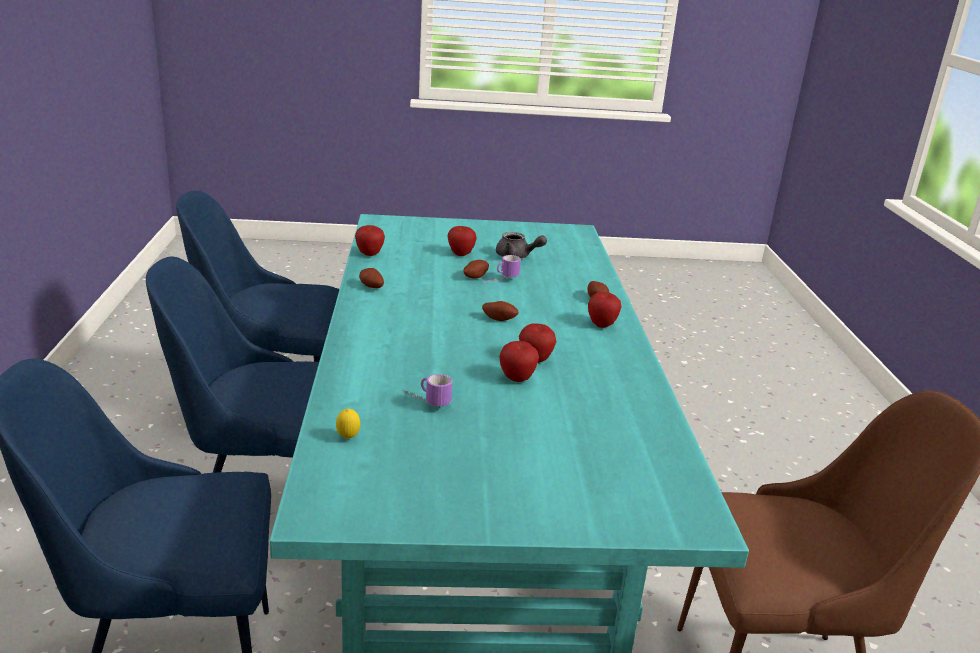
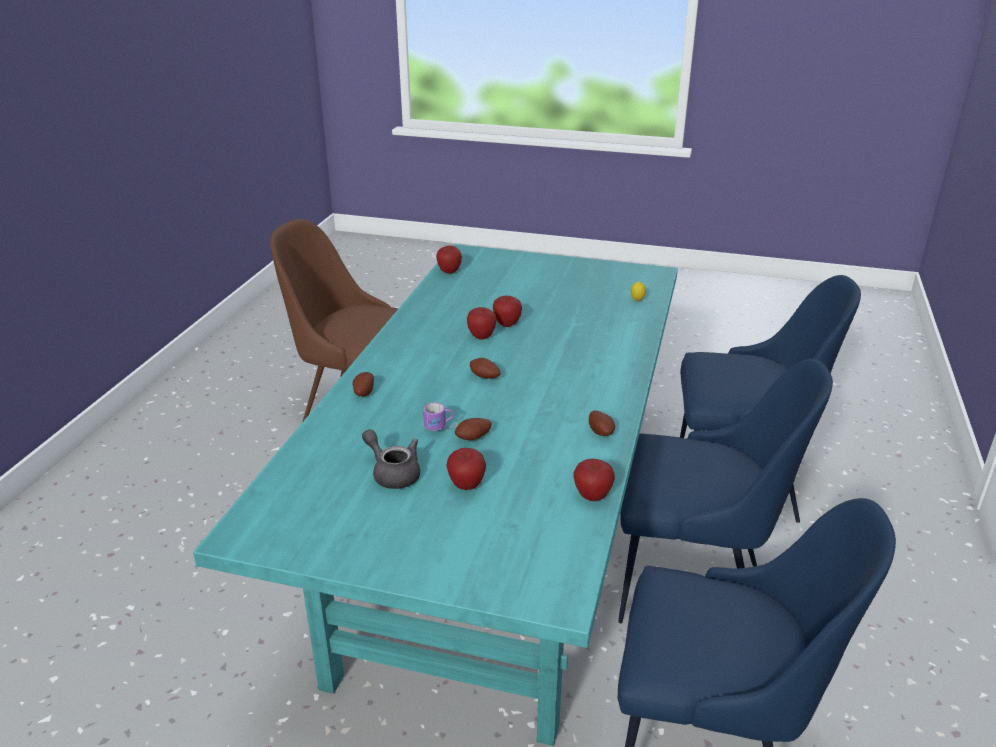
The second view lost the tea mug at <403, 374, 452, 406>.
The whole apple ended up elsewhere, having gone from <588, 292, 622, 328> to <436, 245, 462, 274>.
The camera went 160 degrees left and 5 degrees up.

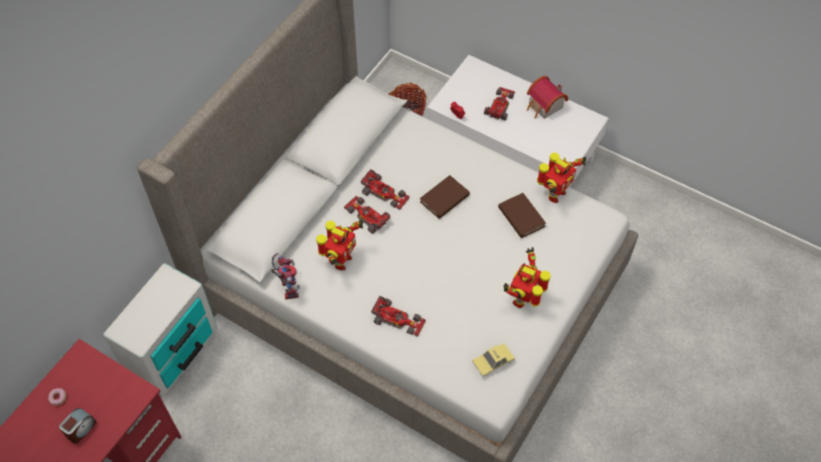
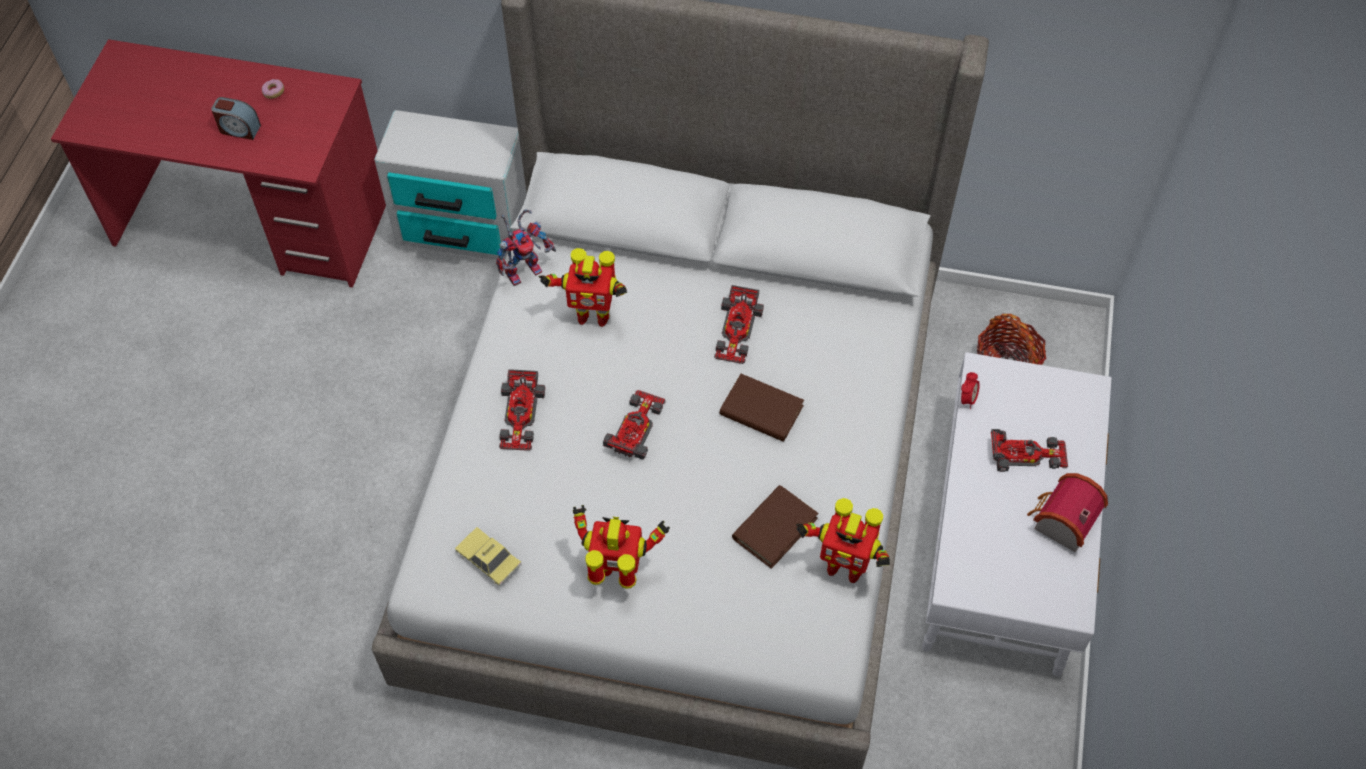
The toy car ended up elsewhere, having gone from <344, 196, 390, 234> to <603, 390, 666, 460>.
The camera went 70 degrees right and 0 degrees up.

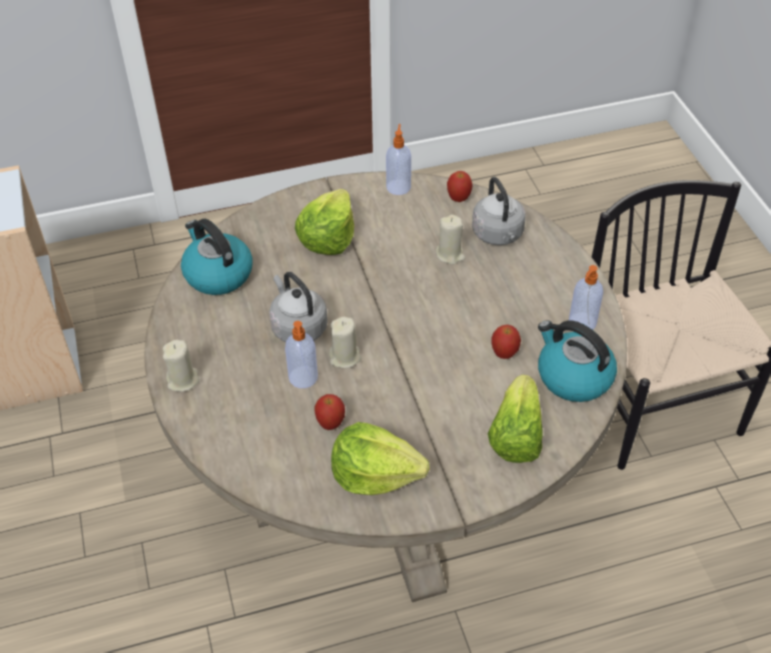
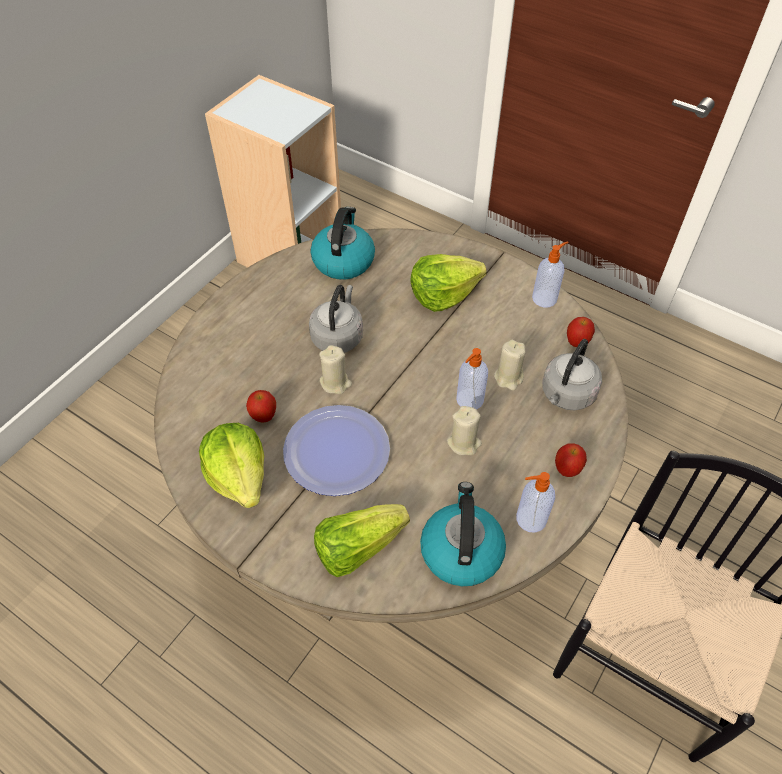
The wax light/beige ended up elsewhere, having gone from <163, 340, 200, 392> to <447, 406, 482, 455>.
The liquid soap bottle ended up elsewhere, having gone from <285, 321, 318, 388> to <456, 348, 488, 409>.
The whole apple ended up elsewhere, having gone from <492, 325, 521, 359> to <555, 443, 587, 477>.
The second view gained the plate at <283, 405, 390, 496>.
The camera went 50 degrees right and 5 degrees up.

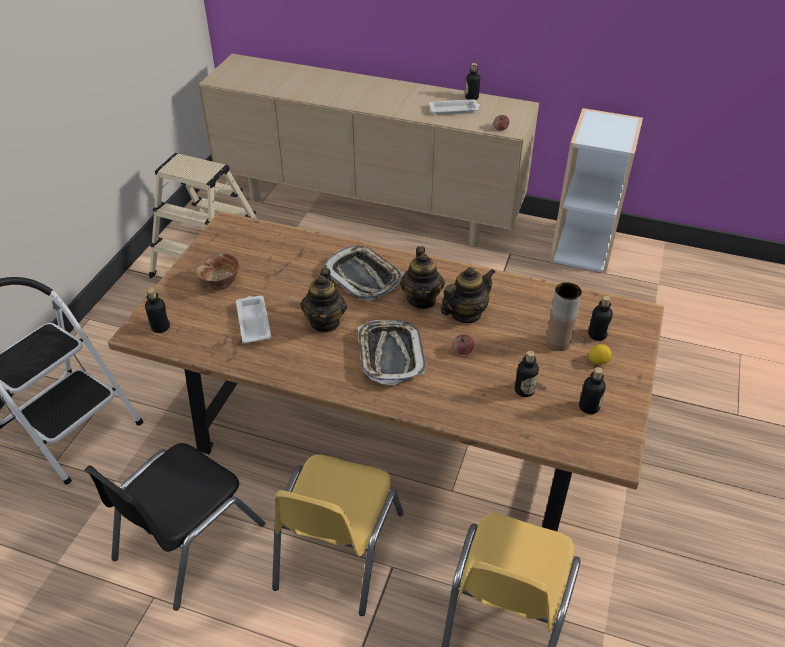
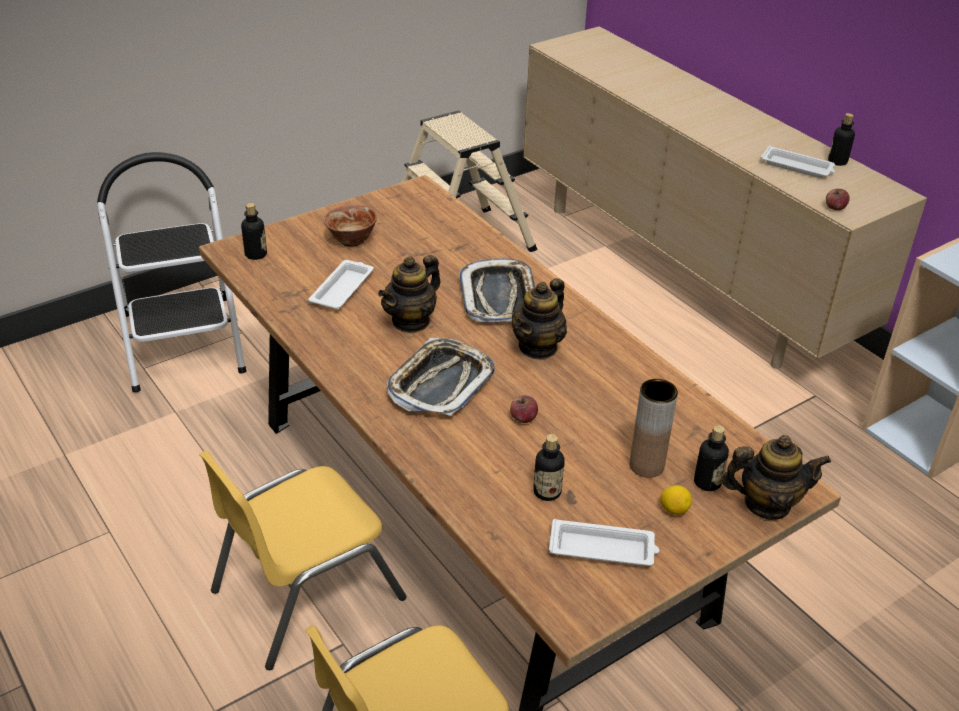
The second view lost the upright chair/black at <84, 443, 265, 611>.
The tea pot ended up elsewhere, having gone from <440, 267, 495, 323> to <721, 435, 831, 520>.
Where the beverage bottle stood at <579, 367, 606, 414>, the carrying tray/whitish came to stand at <549, 519, 659, 566>.
The camera went 35 degrees right and 5 degrees down.

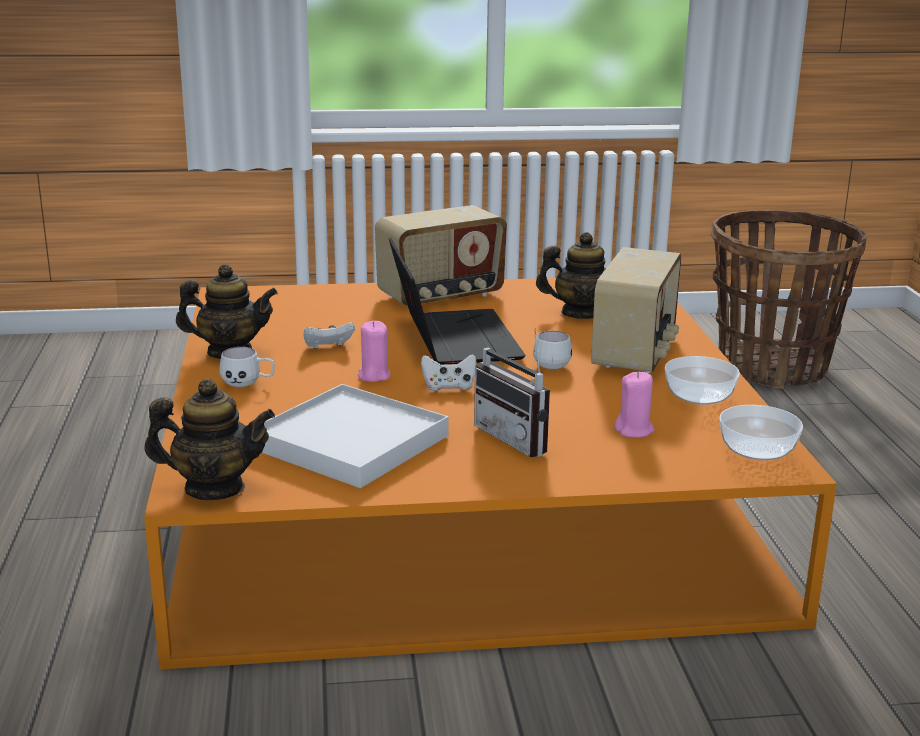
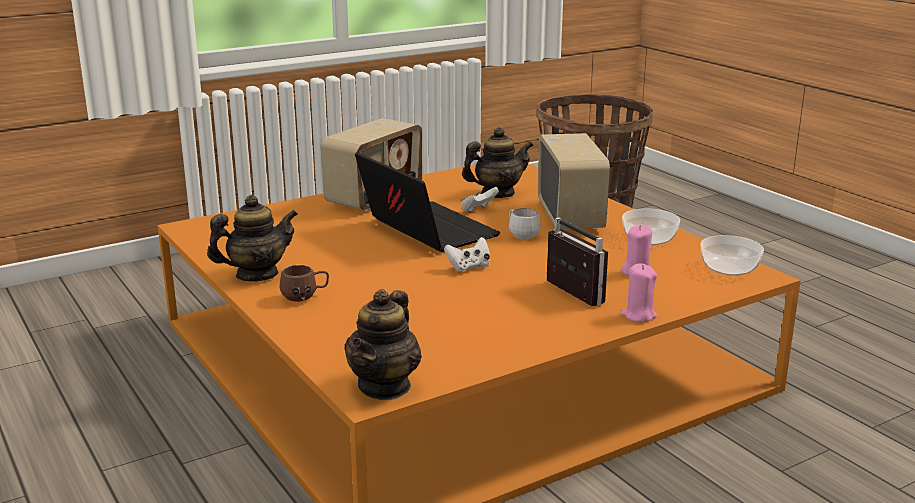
The tea pot at <144, 379, 275, 500> ended up facing another way, 135 degrees clockwise from before.
What was the tea mug/whitish at <219, 347, 275, 387> turned into the tea mug/brown at <279, 265, 329, 302>.
The second view lost the carrying tray/whitish at <262, 384, 449, 488>.
The gamepad/whitish ended up elsewhere, having gone from <304, 322, 355, 349> to <461, 187, 499, 212>.
The wax light/pink ended up elsewhere, having gone from <358, 321, 391, 382> to <621, 263, 657, 322>.
The radio at <474, 329, 550, 457> ended up facing another way, 150 degrees counterclockwise from before.
The camera went 25 degrees left and 0 degrees up.

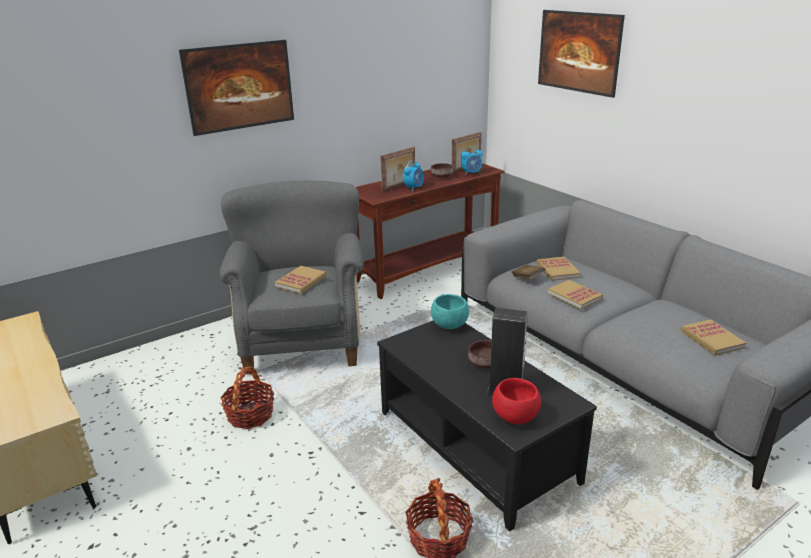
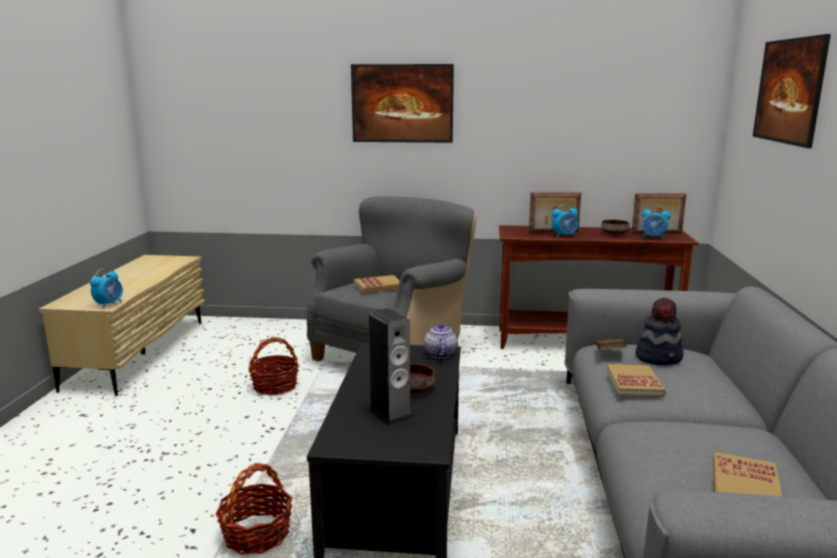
Where the deep dish/turquoise stood at <431, 294, 469, 329>, the tea pot came to stand at <424, 323, 458, 358>.
The second view lost the deep dish/red at <492, 378, 541, 424>.
Where the bound book stood at <537, 257, 580, 281>, the wearable hat came to stand at <635, 297, 684, 366>.
The second view gained the alarm clock at <90, 269, 123, 309>.
The camera went 40 degrees right and 10 degrees down.

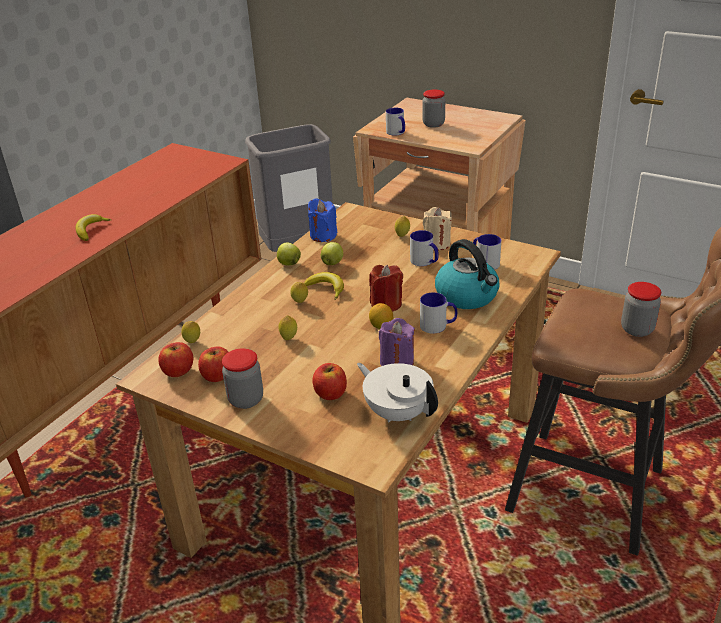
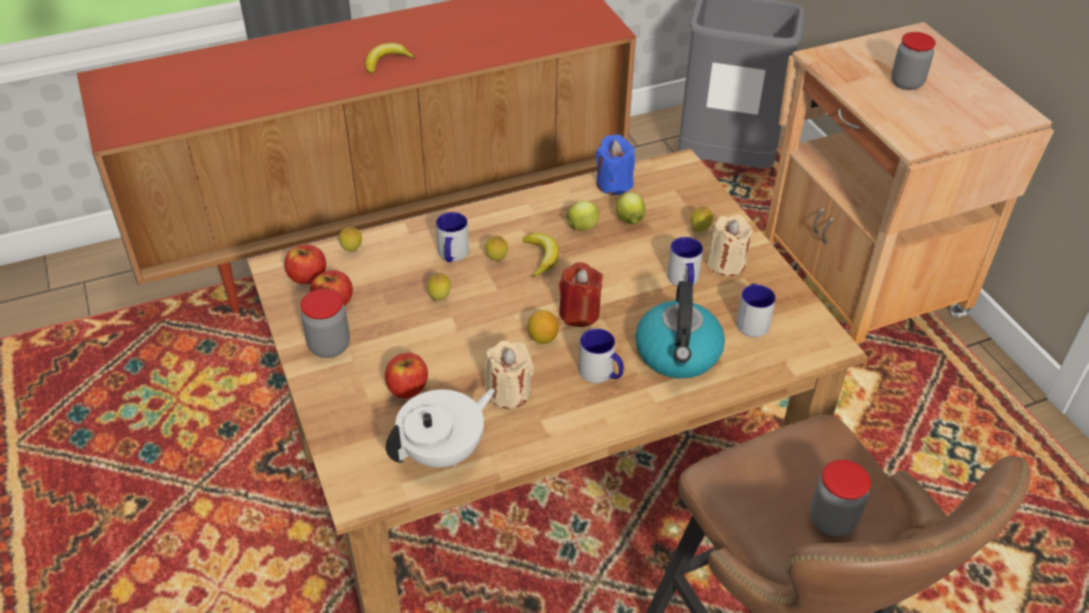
The whole apple ended up elsewhere, having gone from <277, 242, 301, 265> to <616, 192, 646, 224>.
The tea pot/whitish at <357, 363, 438, 422> ended up facing another way, 60 degrees clockwise from before.
What was the wax light/purple-coloured at <379, 318, 415, 366> turned into the wax light/beige at <485, 340, 534, 408>.
The tea mug ended up elsewhere, having gone from <386, 108, 405, 136> to <436, 212, 469, 262>.
The camera went 35 degrees right and 10 degrees up.

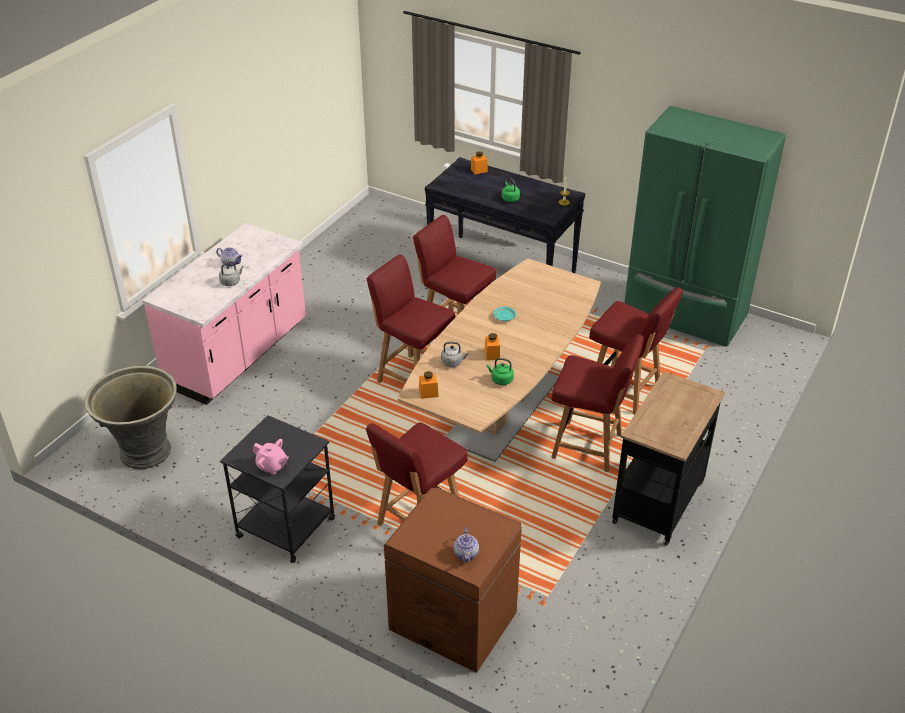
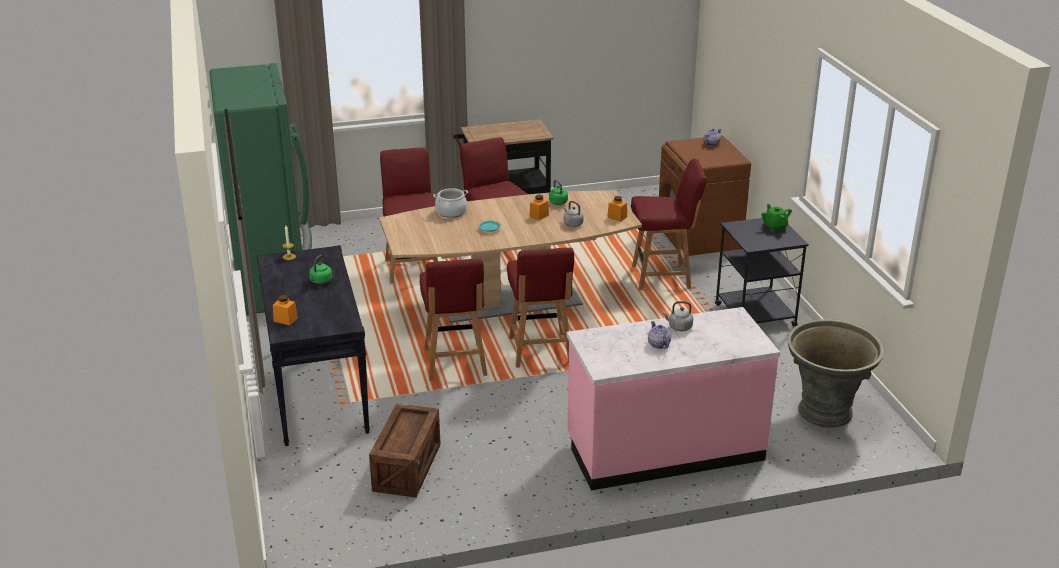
What was the tea pot/pink at <253, 439, 289, 474> turned into the tea pot/green at <761, 204, 792, 231>.
The second view gained the packing crate at <369, 404, 441, 498>.
The second view gained the stockpot at <433, 188, 468, 218>.
The camera went 135 degrees left and 10 degrees down.

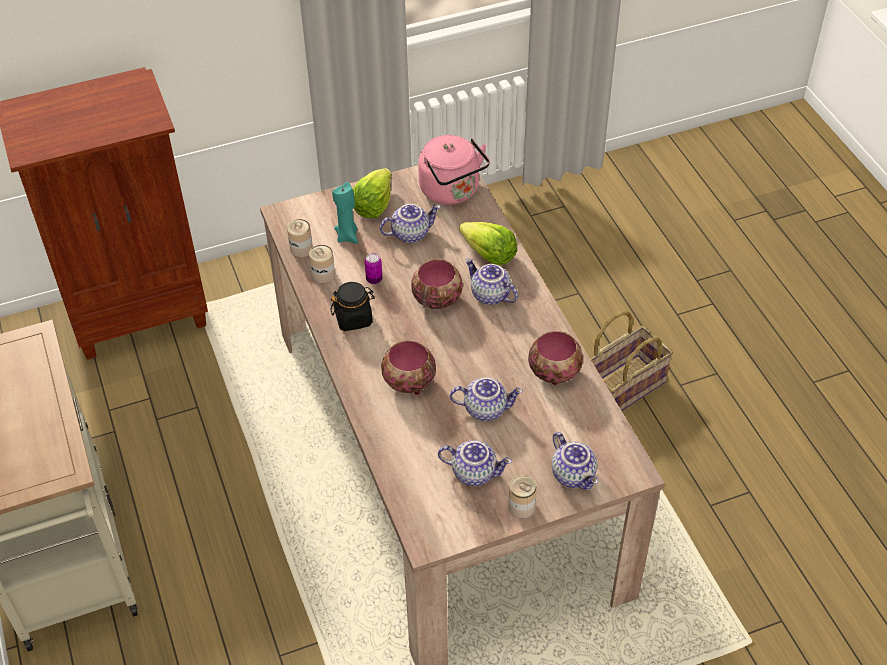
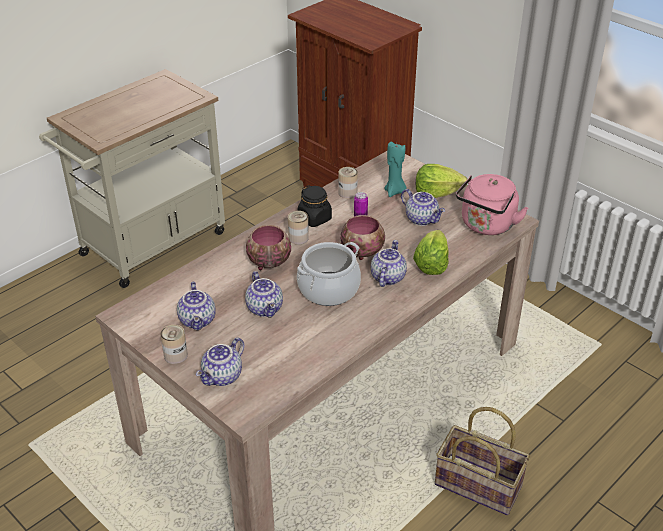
The metal can ended up elsewhere, having gone from <287, 219, 313, 257> to <288, 211, 309, 245>.
The second view lost the deep dish at <528, 331, 583, 385>.
The second view gained the stockpot at <297, 242, 361, 306>.
The camera went 65 degrees right and 10 degrees down.

